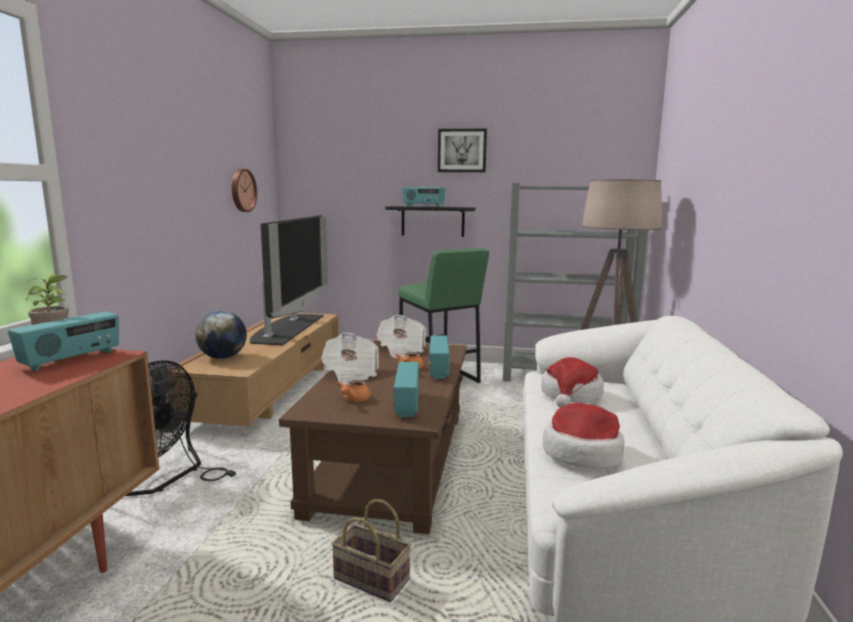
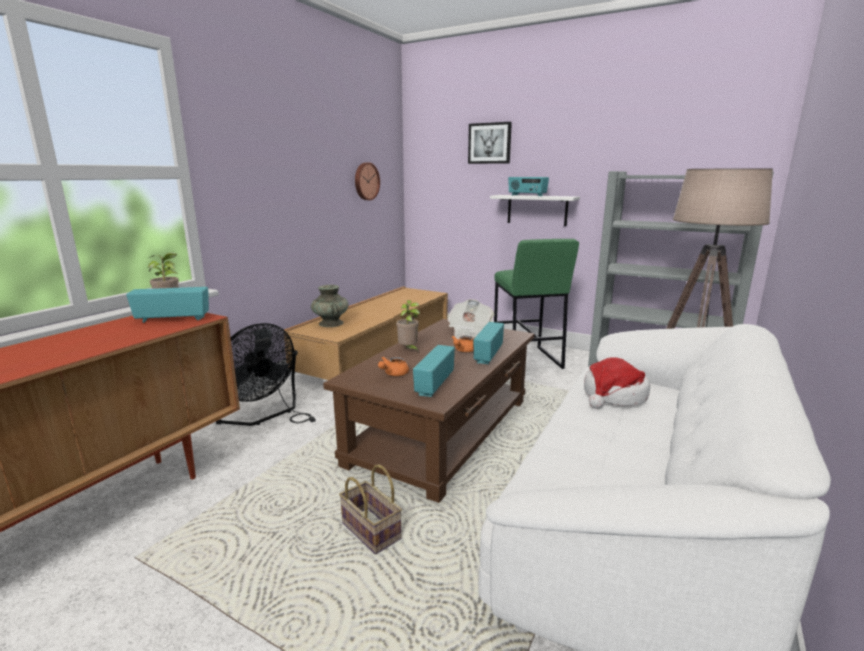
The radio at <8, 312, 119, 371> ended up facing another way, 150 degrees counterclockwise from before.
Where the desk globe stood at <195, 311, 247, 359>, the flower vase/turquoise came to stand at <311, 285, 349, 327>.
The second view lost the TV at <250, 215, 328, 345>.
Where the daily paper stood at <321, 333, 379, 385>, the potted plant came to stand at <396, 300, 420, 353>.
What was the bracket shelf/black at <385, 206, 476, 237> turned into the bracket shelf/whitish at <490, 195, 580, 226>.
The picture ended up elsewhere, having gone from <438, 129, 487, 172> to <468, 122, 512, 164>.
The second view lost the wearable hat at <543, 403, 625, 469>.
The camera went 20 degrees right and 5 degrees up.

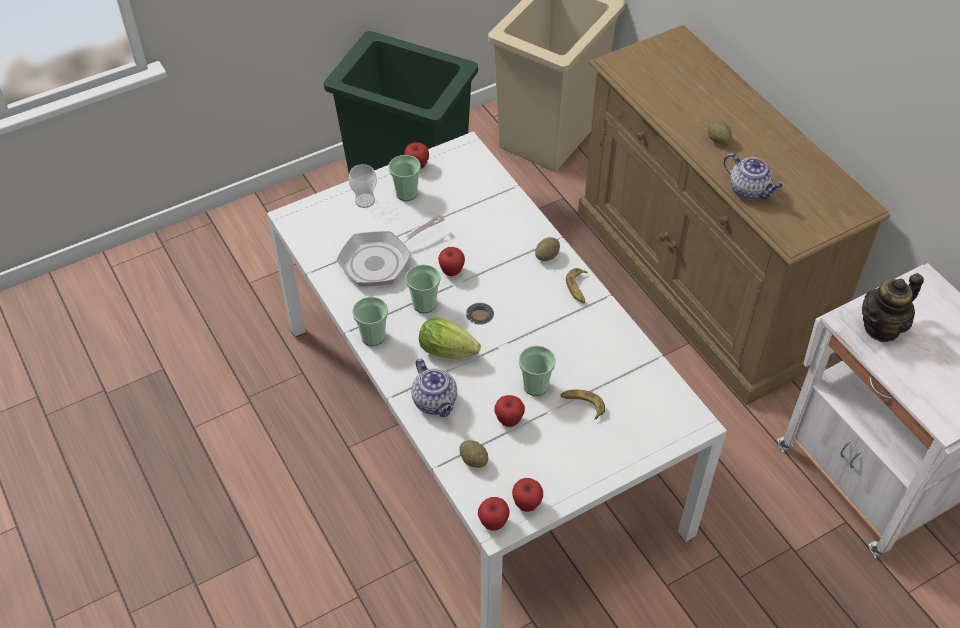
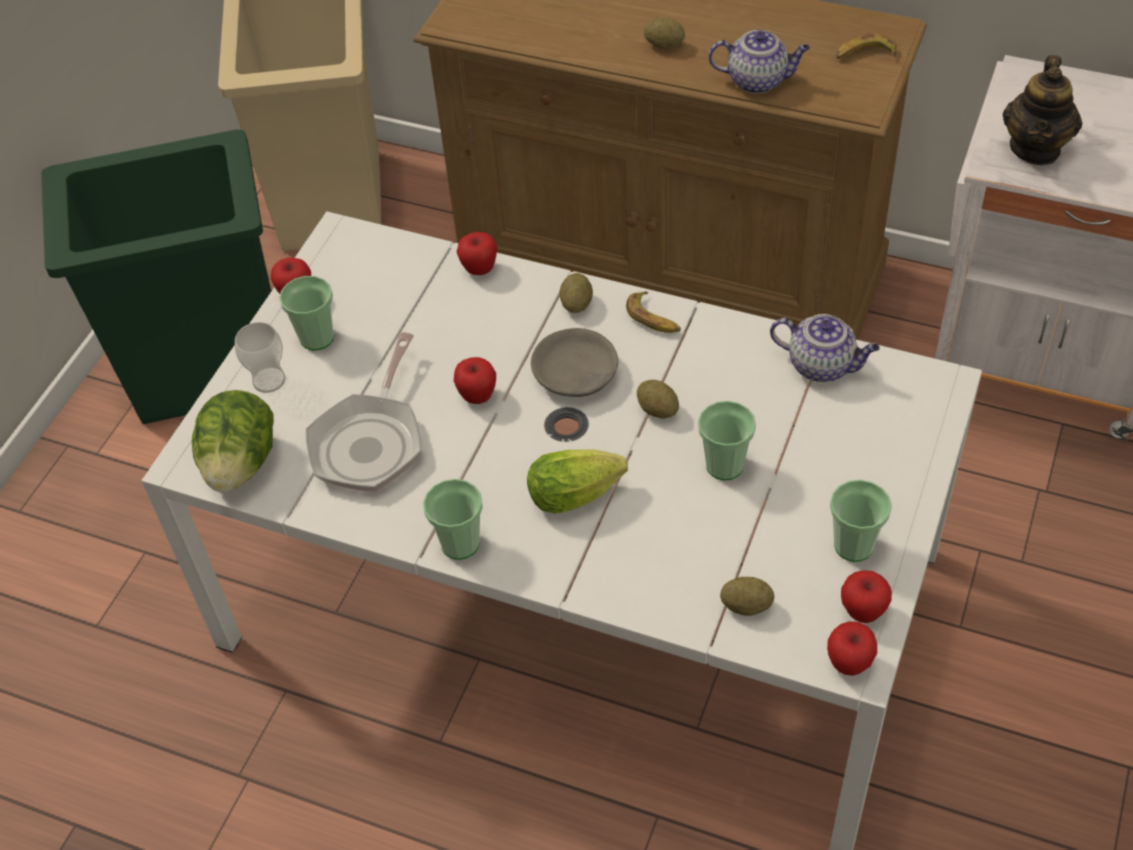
The drinking cup ended up elsewhere, having gone from <405, 264, 440, 313> to <830, 480, 892, 562>.
The tea pot ended up elsewhere, having gone from <411, 358, 457, 417> to <770, 314, 880, 382>.
The whole apple ended up elsewhere, having gone from <494, 395, 525, 427> to <457, 232, 497, 275>.
The banana ended up elsewhere, having gone from <560, 390, 605, 419> to <836, 33, 896, 59>.
The second view gained the lettuce head at <192, 390, 274, 493>.
The second view gained the deep dish/grey at <531, 328, 618, 397>.
The second view gained the potato at <637, 380, 679, 419>.
The camera went 35 degrees left and 0 degrees up.

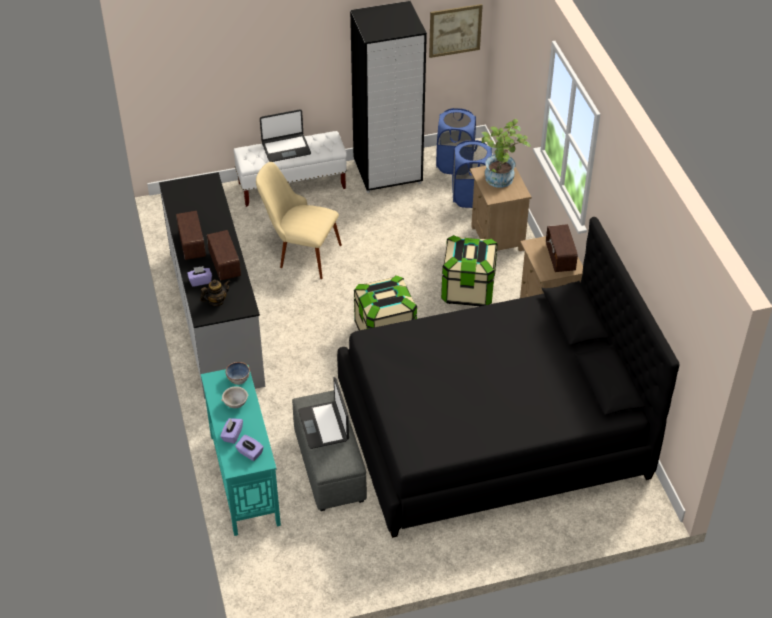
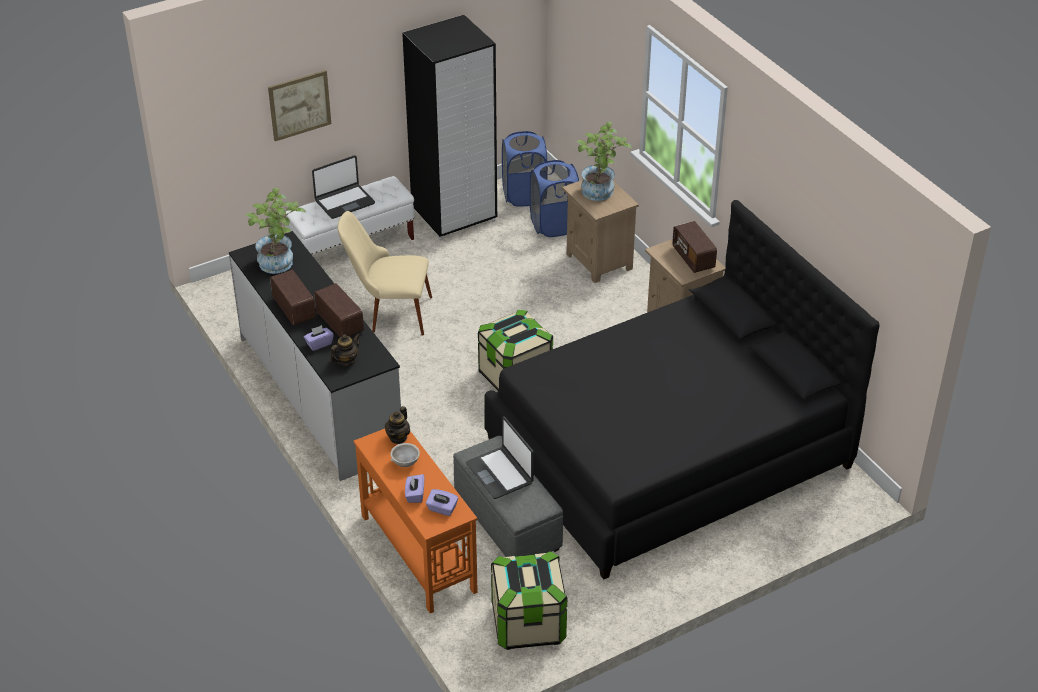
What was the hall table/turquoise at <201, 365, 281, 536> turned into the hall table/orangey at <354, 429, 478, 613>.
Where the deep dish stood at <226, 362, 250, 385>, the tea pot came to stand at <385, 406, 410, 444>.
The picture ended up elsewhere, having gone from <429, 4, 483, 58> to <268, 70, 331, 141>.
The storage bin ended up elsewhere, having gone from <441, 235, 498, 306> to <491, 551, 567, 650>.
The second view gained the potted plant at <245, 187, 306, 274>.
The camera went 15 degrees left and 5 degrees down.

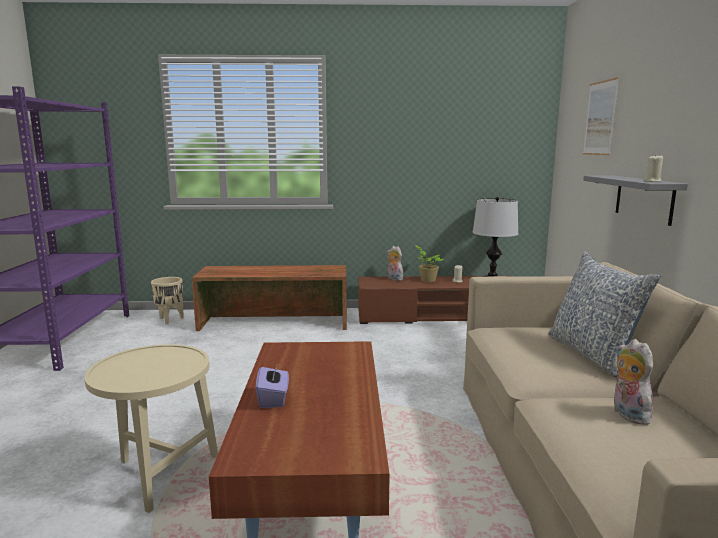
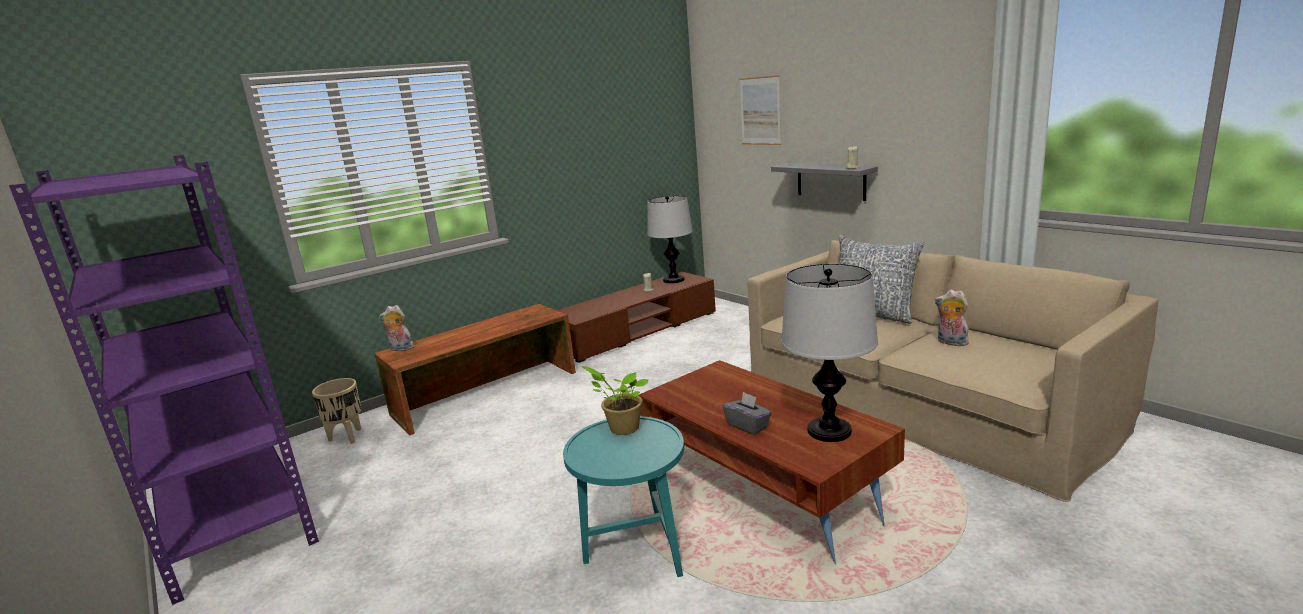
What was the side table/beige at <84, 344, 218, 513> turned into the side table/turquoise at <563, 416, 684, 577>.
What was the box of tissues/purple-coloured at <256, 361, 289, 408> turned into the box of tissues/grey at <722, 392, 772, 435>.
The cuddly toy ended up elsewhere, having gone from <386, 246, 403, 281> to <379, 305, 414, 351>.
The potted plant ended up elsewhere, having gone from <415, 245, 444, 282> to <582, 366, 649, 435>.
The second view gained the tabletop lamp at <781, 264, 878, 442>.
The camera went 35 degrees left and 5 degrees up.

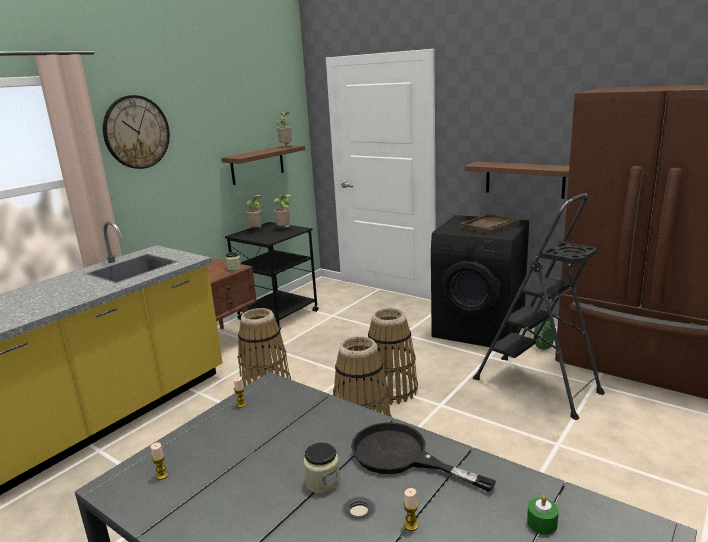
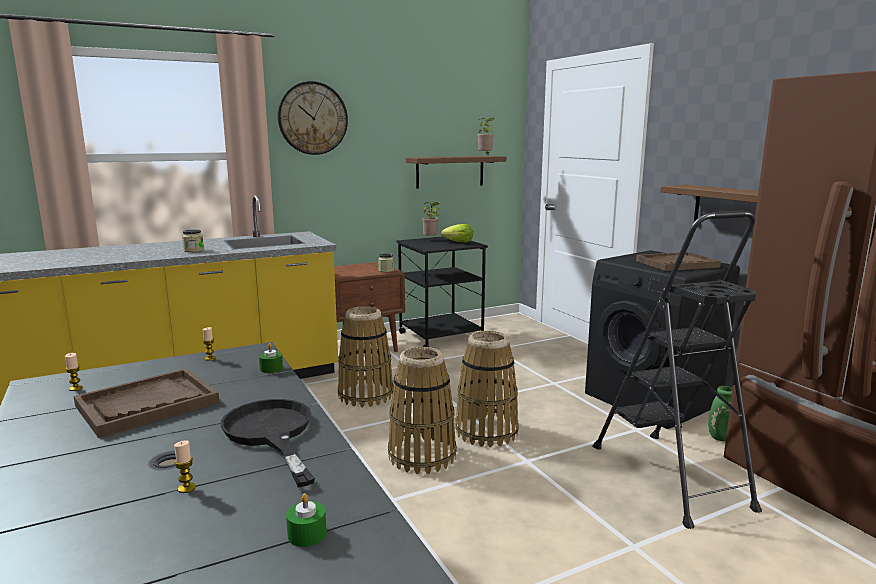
Where the potted plant stood at <274, 194, 292, 227>, the lettuce head came to stand at <441, 224, 473, 243>.
The storage jar ended up elsewhere, having gone from <304, 443, 340, 494> to <182, 229, 204, 252>.
The second view gained the carrying tray/brown at <73, 368, 219, 438>.
The second view gained the wax light/green at <259, 343, 283, 373>.
The camera went 25 degrees right and 5 degrees down.

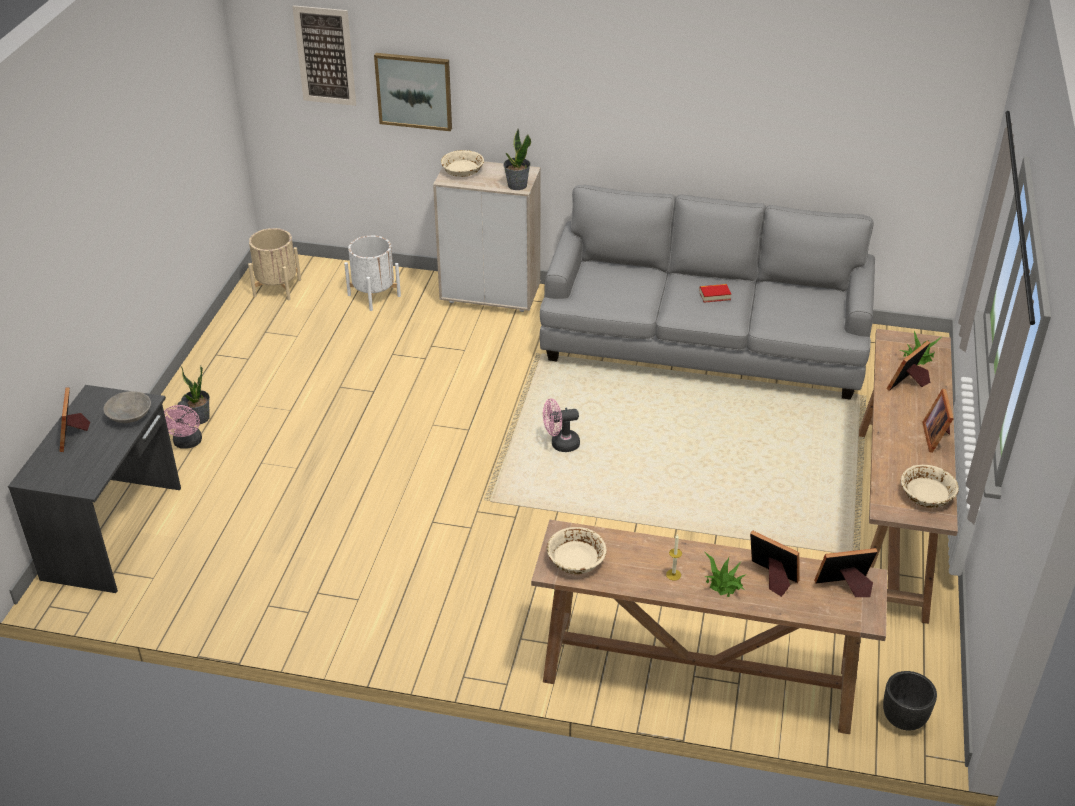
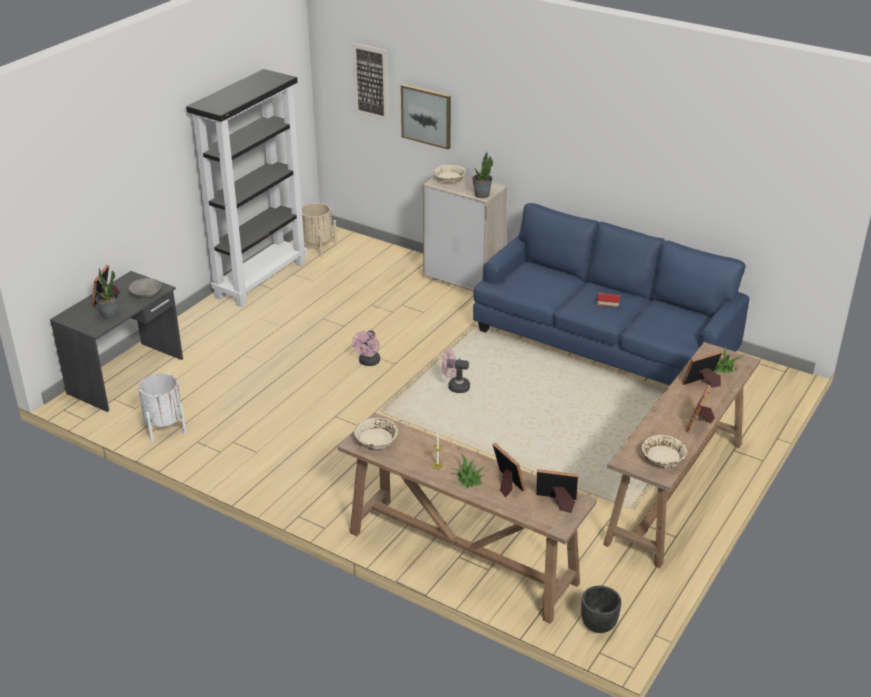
The electric fan/pink ended up elsewhere, having gone from <164, 401, 202, 449> to <352, 330, 380, 366>.
The potted plant ended up elsewhere, having gone from <181, 366, 210, 425> to <95, 268, 119, 319>.
The flower pot/whitish ended up elsewhere, having gone from <344, 235, 401, 311> to <138, 373, 187, 442>.
What was the couch/grey at <540, 185, 875, 400> turned into the couch/blue at <473, 203, 749, 386>.
The second view gained the bookcase/black at <186, 69, 307, 307>.
The camera went 20 degrees right and 5 degrees down.

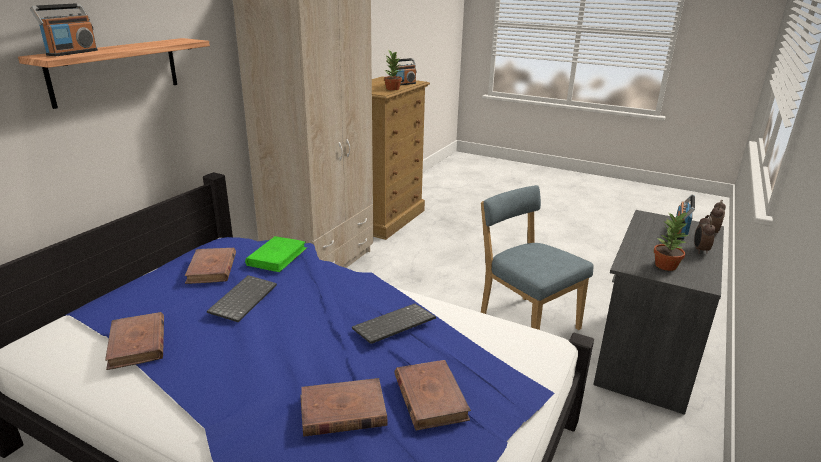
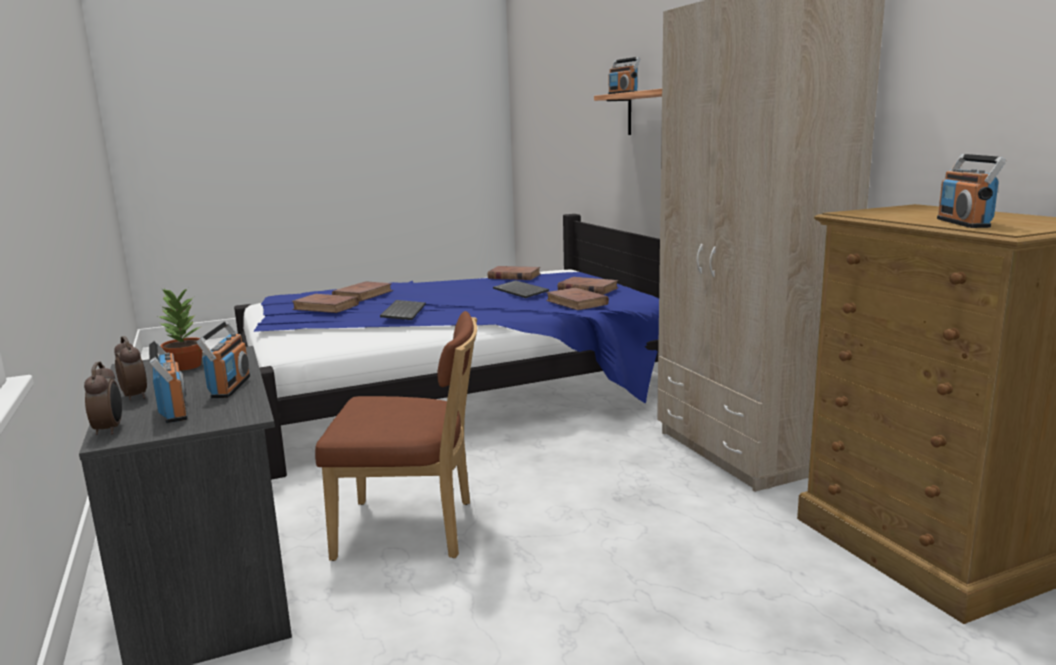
What was the bound book/green at <245, 236, 307, 272> turned into the bound book/brown at <546, 288, 609, 310>.
The second view lost the potted plant at <384, 50, 402, 90>.
What was the upright chair/blue at <481, 185, 594, 330> turned into the upright chair/brown at <315, 311, 477, 561>.
The second view gained the radio at <196, 321, 250, 398>.
The camera went 130 degrees right and 10 degrees down.

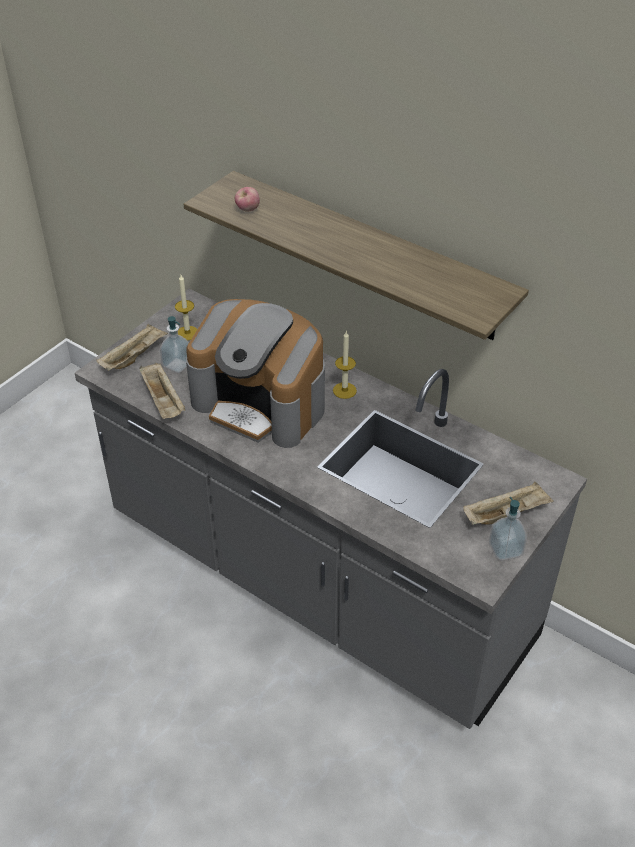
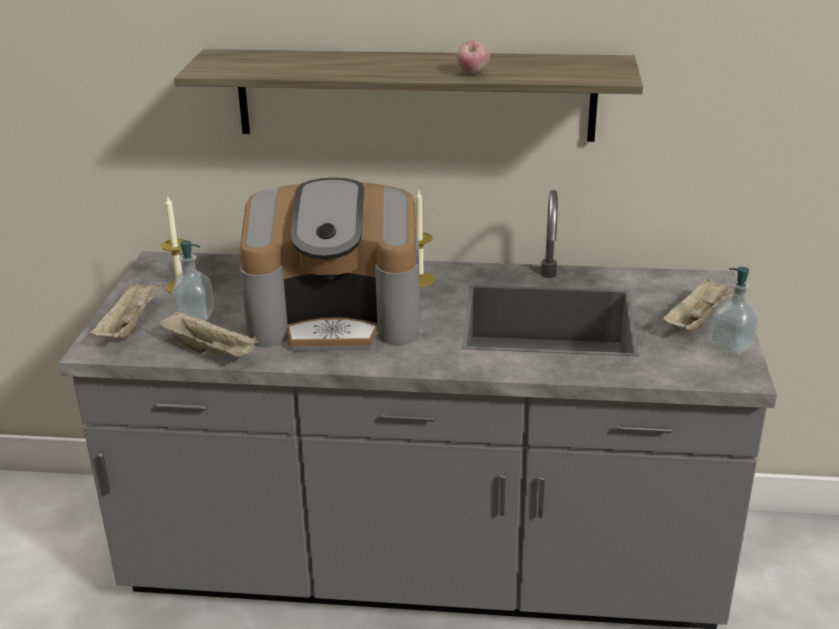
The whole apple ended up elsewhere, having gone from <235, 187, 260, 212> to <457, 41, 489, 74>.
The camera went 30 degrees left and 15 degrees down.

